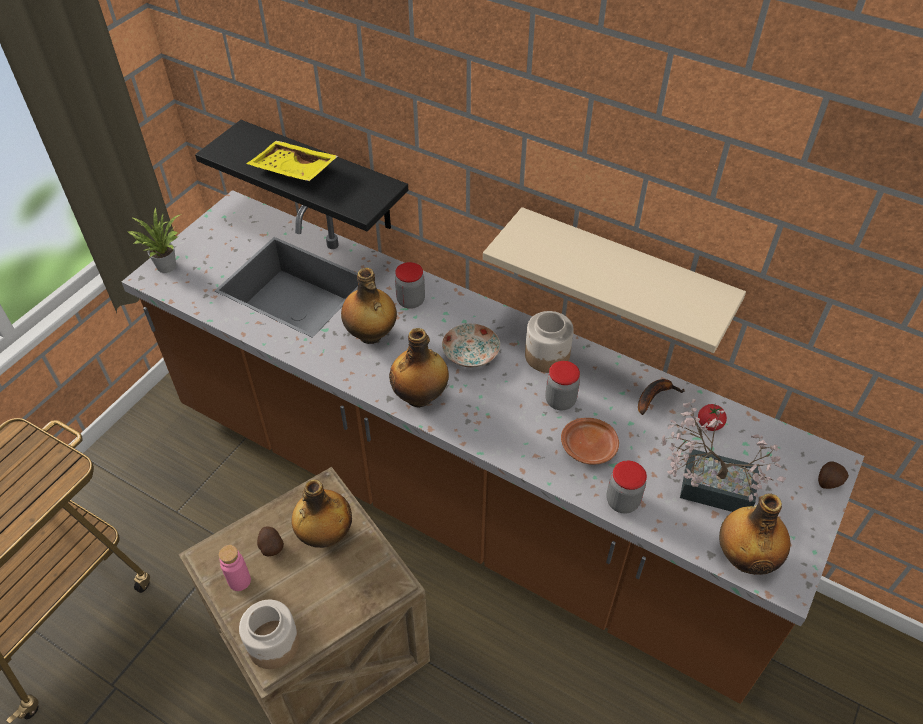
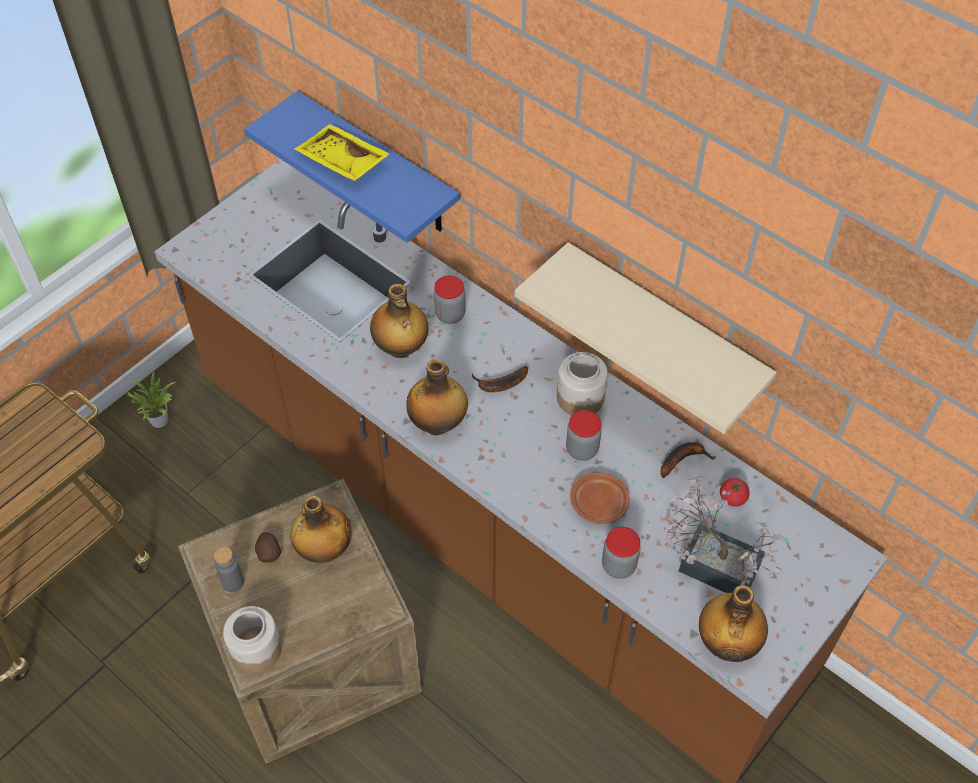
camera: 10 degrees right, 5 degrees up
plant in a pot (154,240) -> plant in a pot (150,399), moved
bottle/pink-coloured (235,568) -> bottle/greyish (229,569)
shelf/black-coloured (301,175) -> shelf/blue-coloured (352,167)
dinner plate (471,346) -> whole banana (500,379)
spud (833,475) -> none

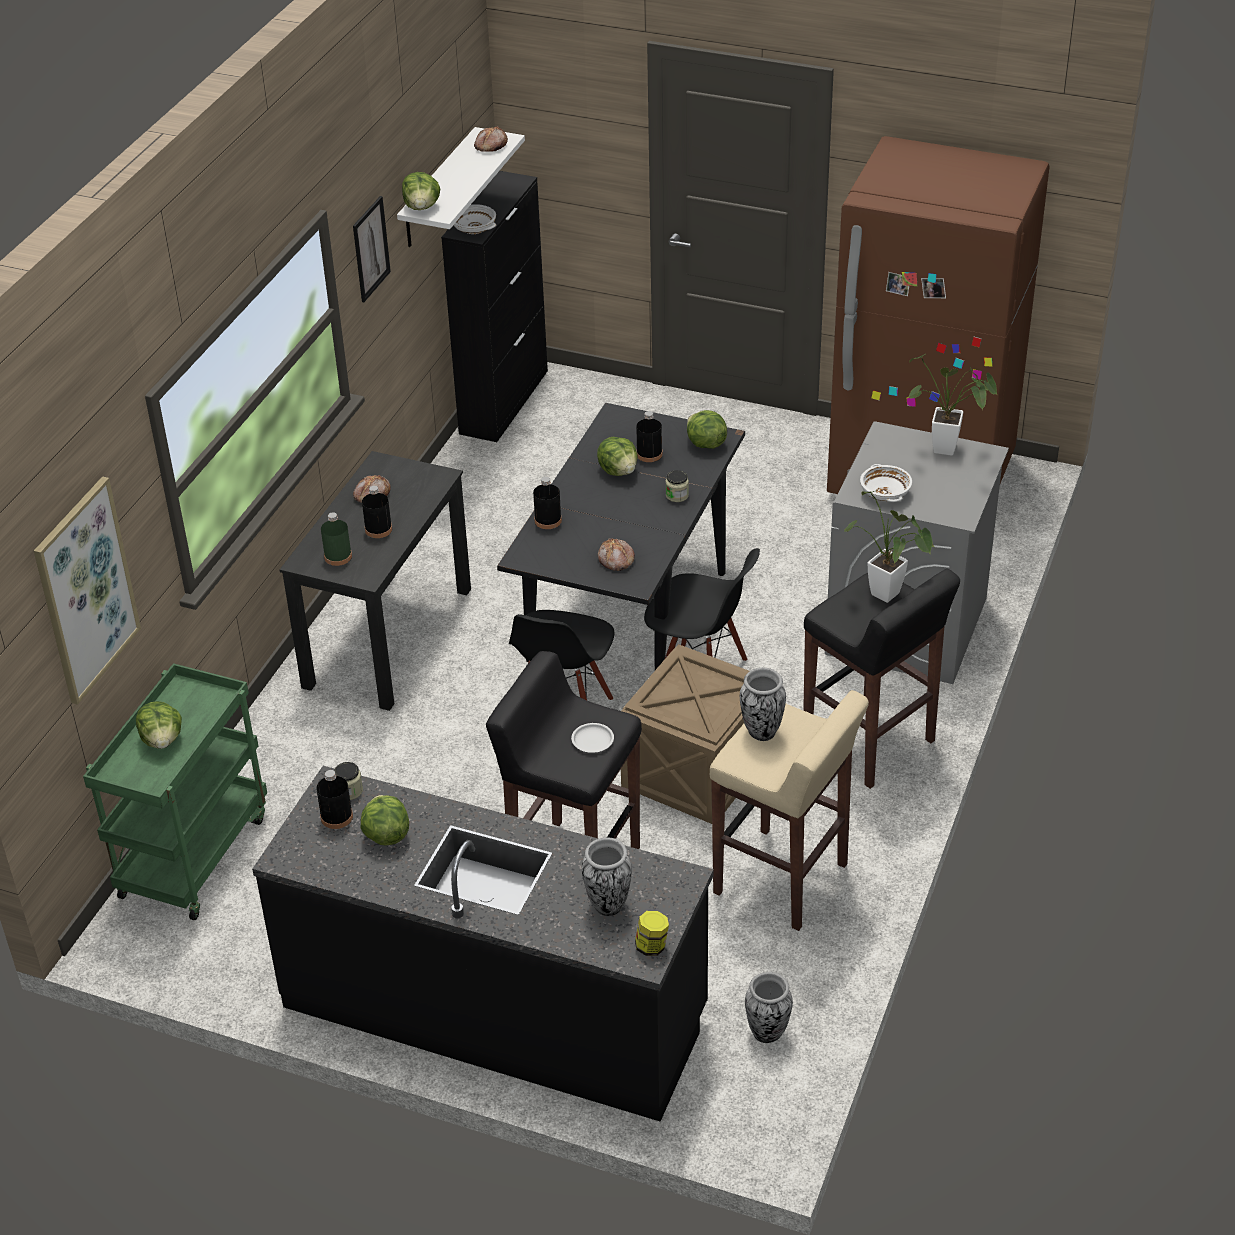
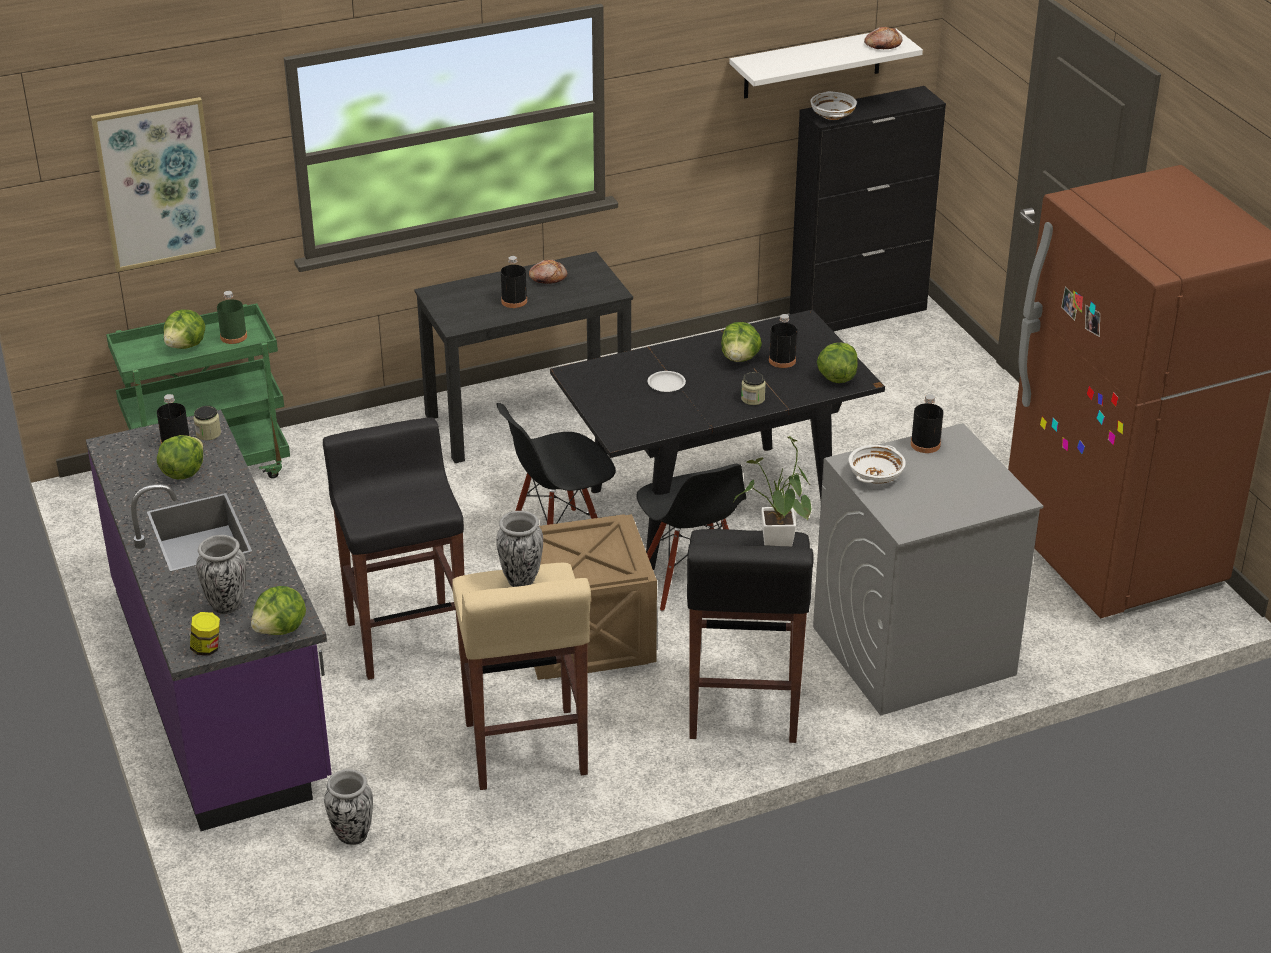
camera: 45 degrees right, 5 degrees down
counter/black-coloured (483,944) -> counter/purple-coloured (209,620)
bottle/green (336,539) -> bottle/green (232,317), moved
lettuce (421,191) -> lettuce (278,610), moved
dinner plate/white (592,738) -> dinner plate/white (667,381), moved
bottle/black-coloured (547,503) -> bottle/black-coloured (927,423), moved
picture (372,249) -> none
baked bread (616,554) -> none
plant in a pot (952,405) -> none

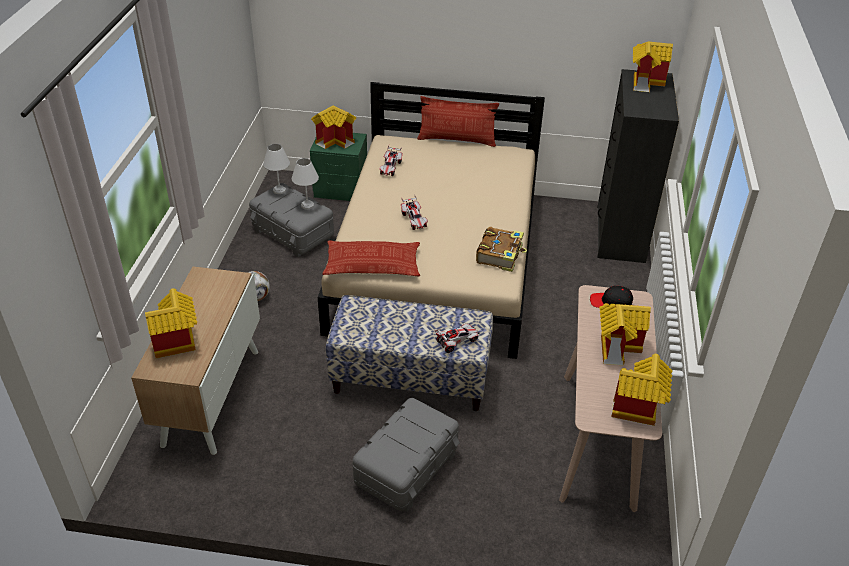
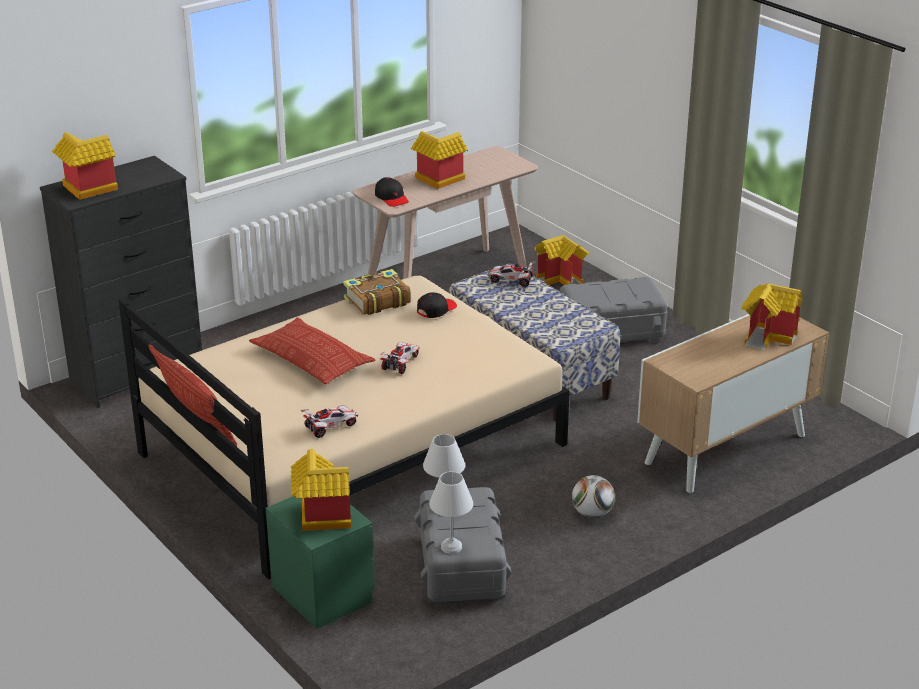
camera: 135 degrees left, 10 degrees down
pillow (371,258) -> pillow (312,351), moved
none -> cap/black-coloured (437,305)
model house (641,390) -> model house (562,260), moved

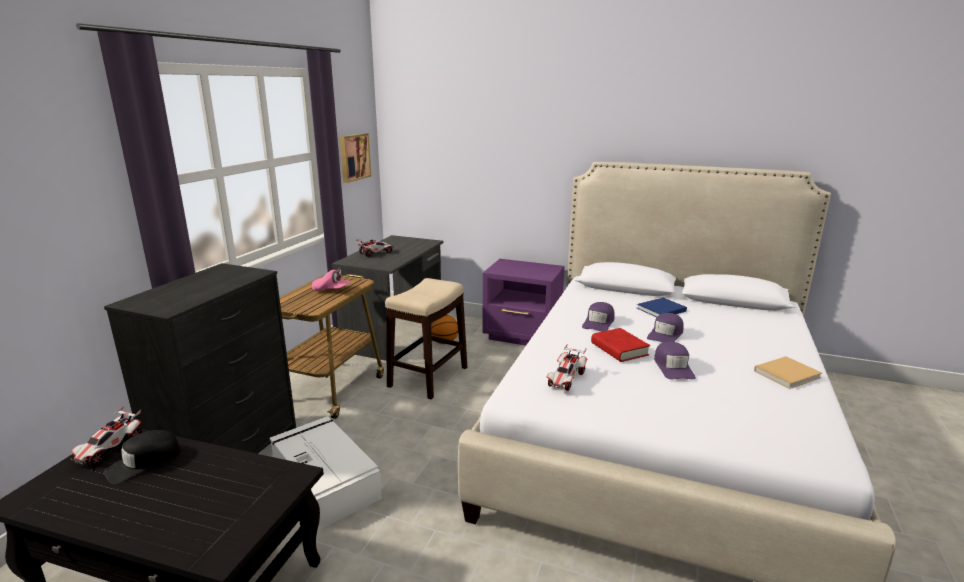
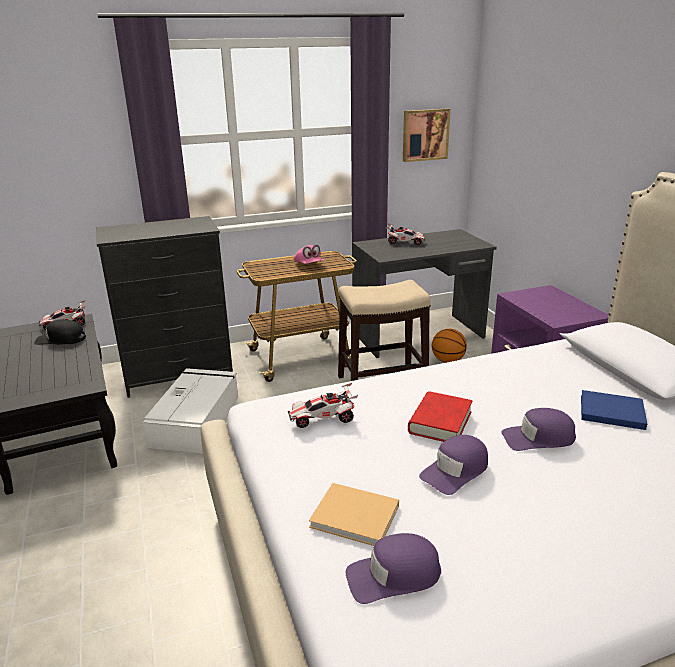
camera: 50 degrees right, 5 degrees up
volume/beige-coloured (788,372) -> volume/beige-coloured (354,514), moved
cap/purple-coloured (598,317) -> cap/purple-coloured (393,568), moved

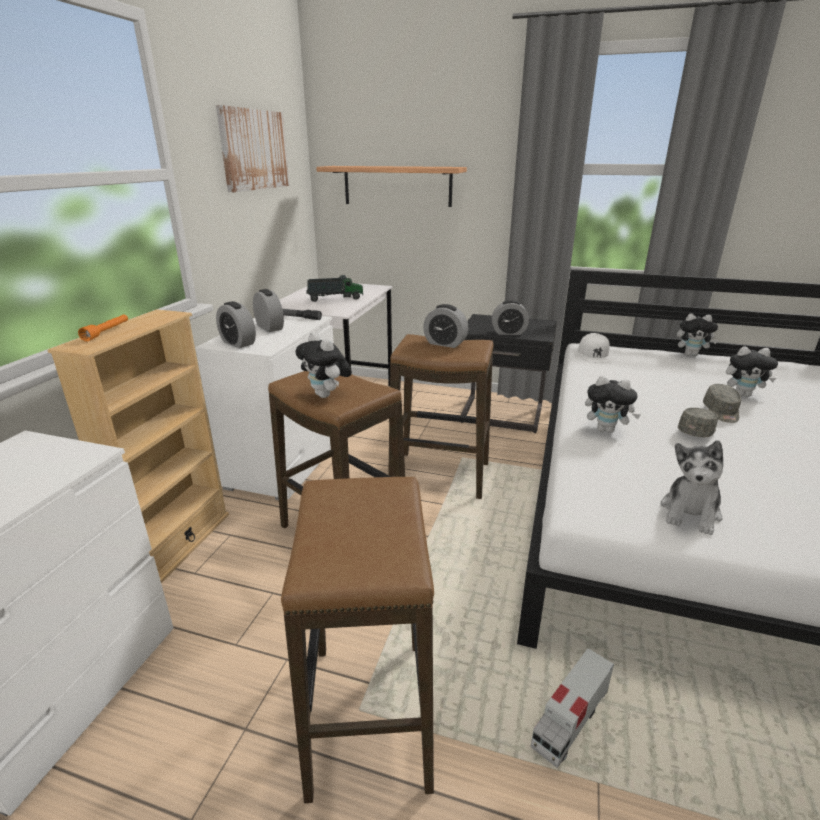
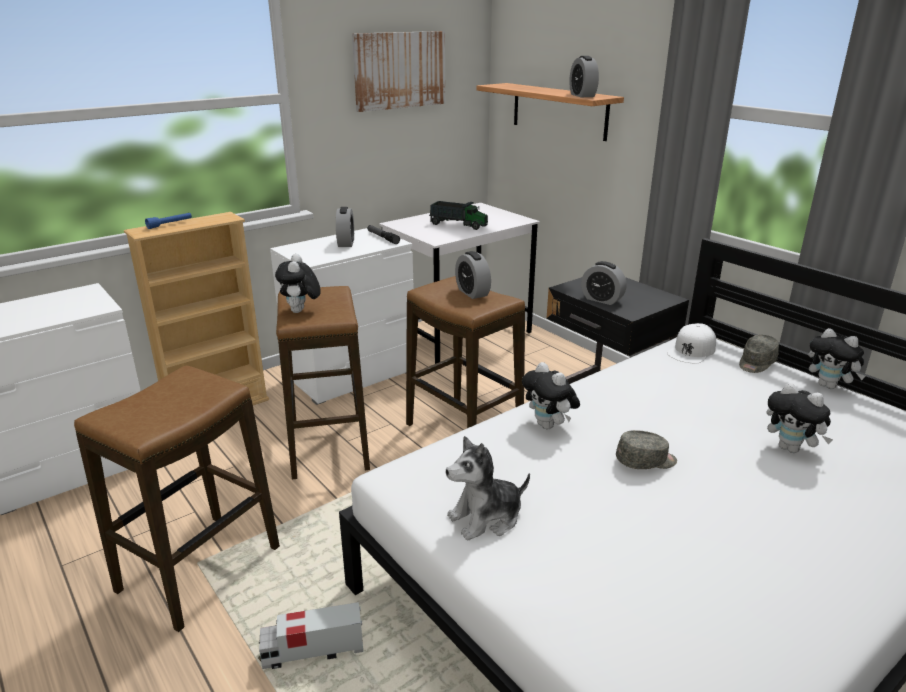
camera: 35 degrees right, 0 degrees up
flashlight/orange-coloured (103,328) -> flashlight/blue-coloured (168,221)
alarm clock (236,324) -> alarm clock (584,76), moved
cap/greyish (722,403) -> cap/greyish (759,354), moved

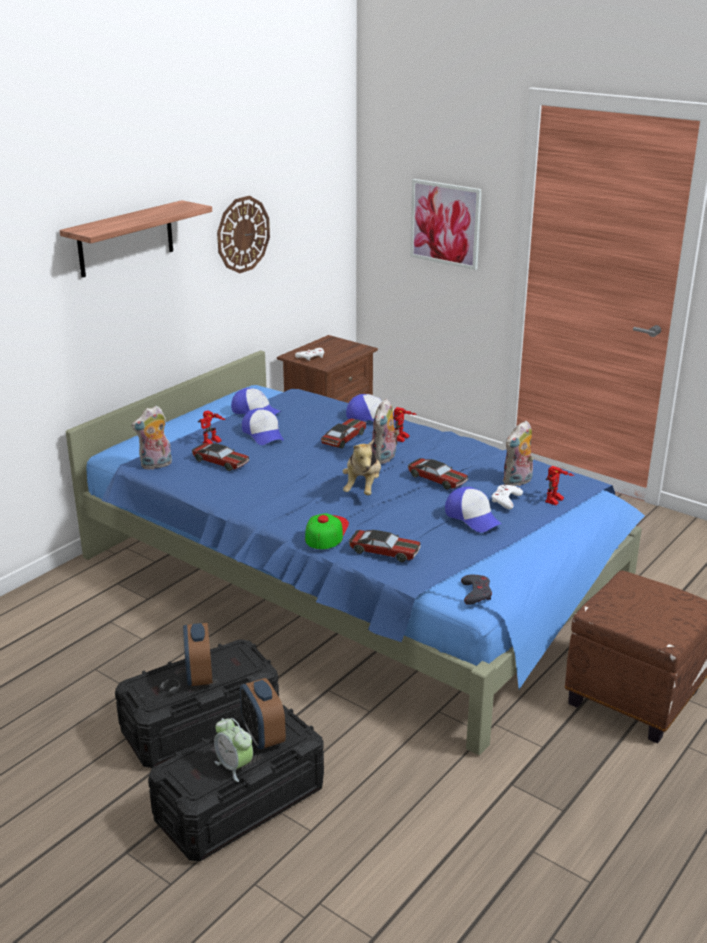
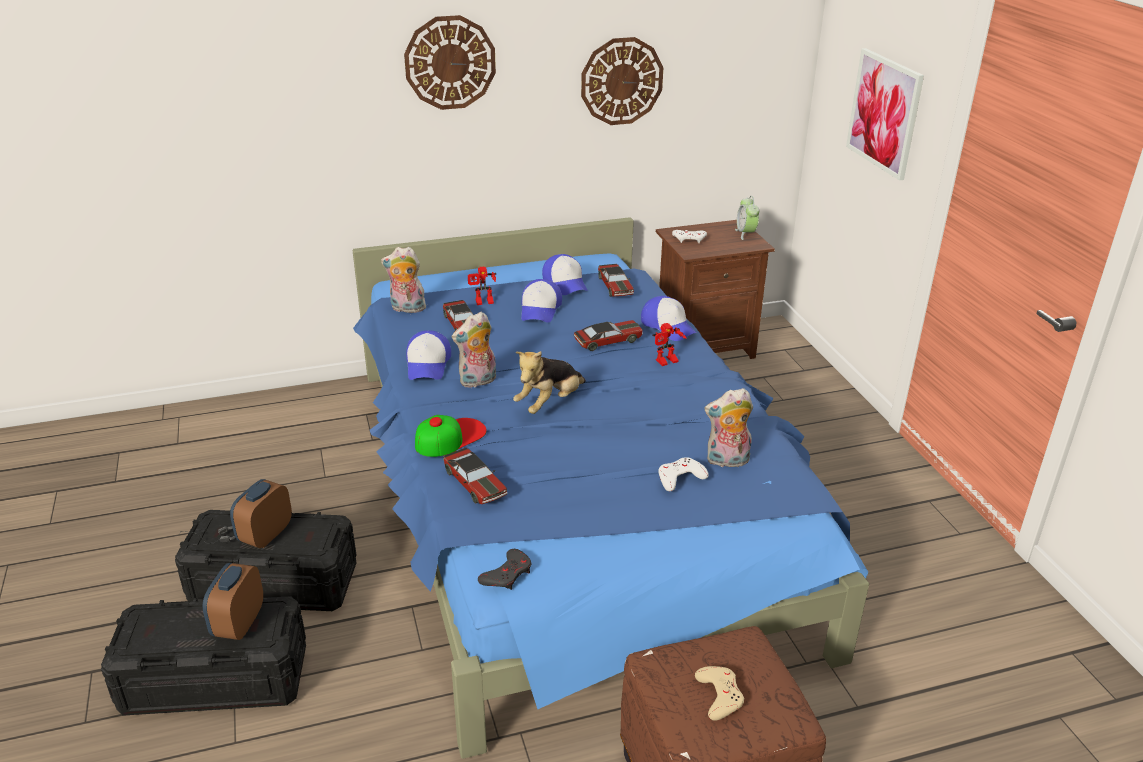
camera: 35 degrees right, 5 degrees up
shelf (135,239) -> wall clock (450,62)
cap (473,510) -> cap (428,355), moved
plush toy (385,431) -> plush toy (474,350), moved
model car (438,474) -> model car (616,280), moved
none -> gamepad/beige-coloured (719,693)
alarm clock (233,750) -> alarm clock (747,218), moved
toy robot (559,485) -> none

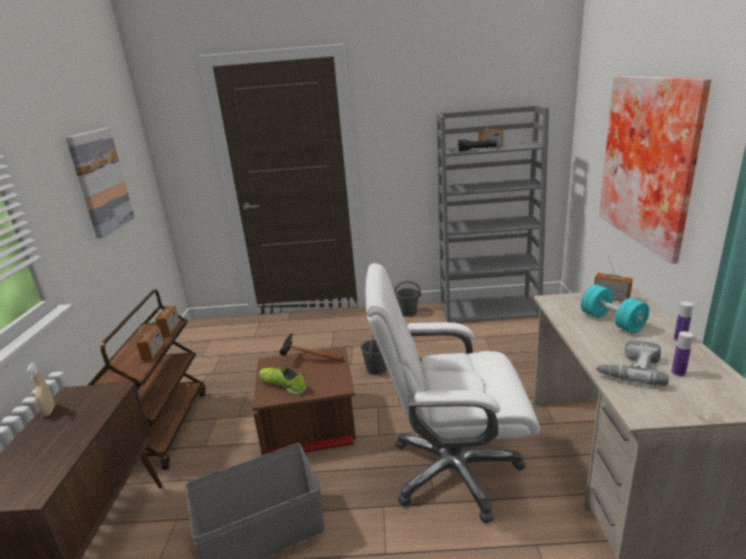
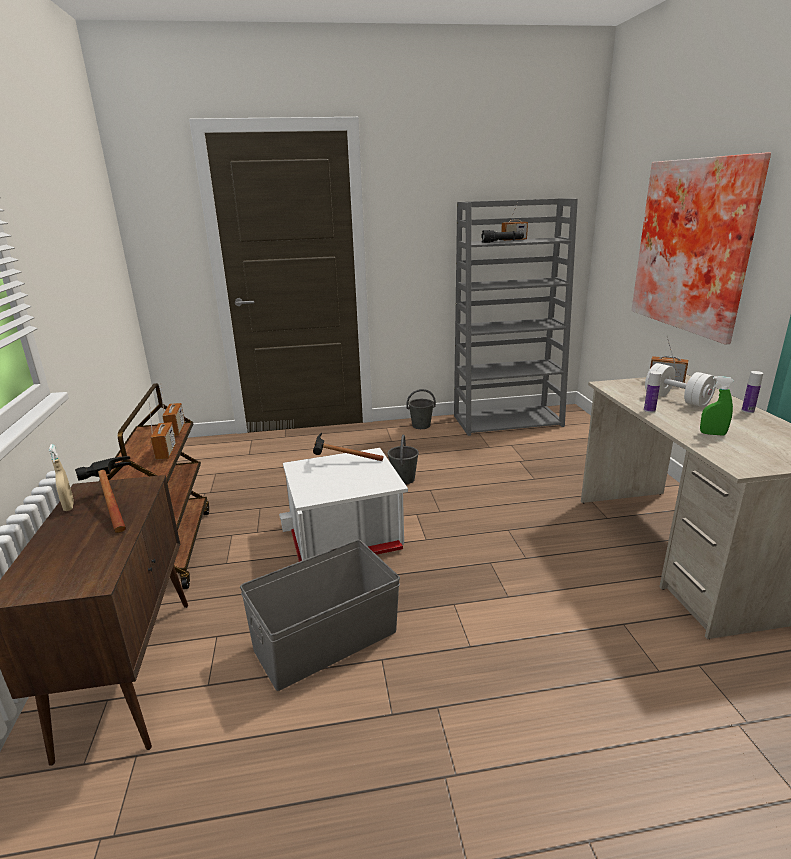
camera: 10 degrees left, 0 degrees up
none -> hammer (103,494)
storage box/brown-coloured (304,401) -> storage box/white (343,505)
bottle (682,354) -> bottle (653,392), moved
dumbbell/turquoise (615,309) -> dumbbell/white (680,385)
power drill (632,363) -> hand sprayer/green (717,406)
picture (100,183) -> none
shoe (283,381) -> none
computer chair/white (453,393) -> none

